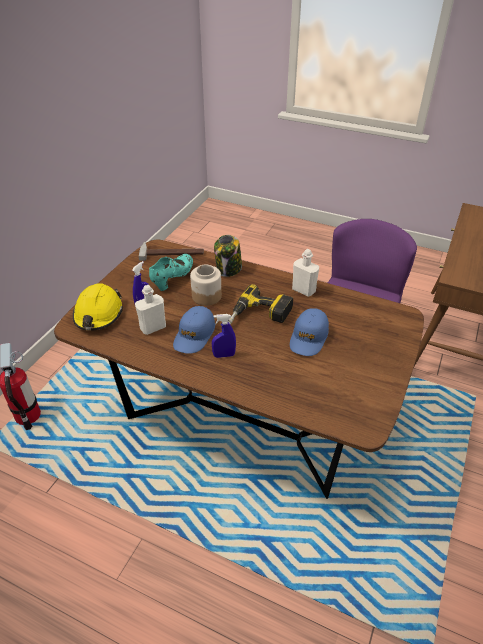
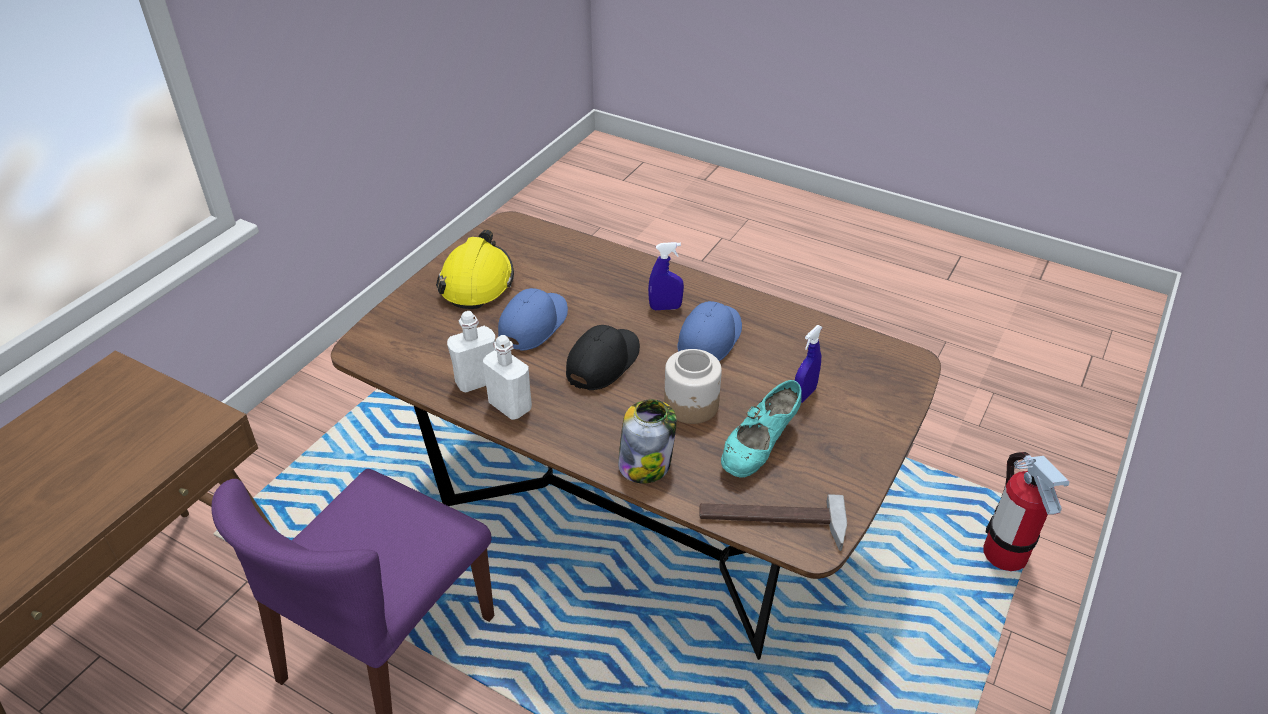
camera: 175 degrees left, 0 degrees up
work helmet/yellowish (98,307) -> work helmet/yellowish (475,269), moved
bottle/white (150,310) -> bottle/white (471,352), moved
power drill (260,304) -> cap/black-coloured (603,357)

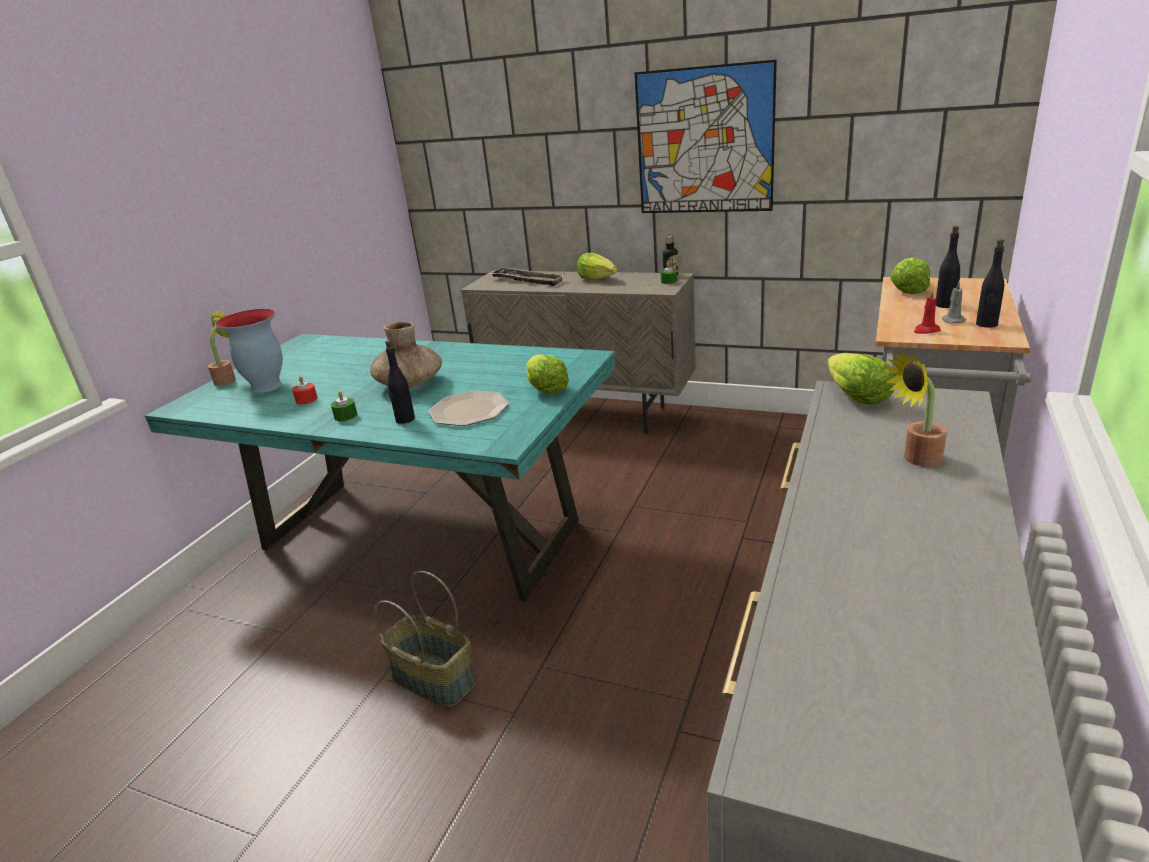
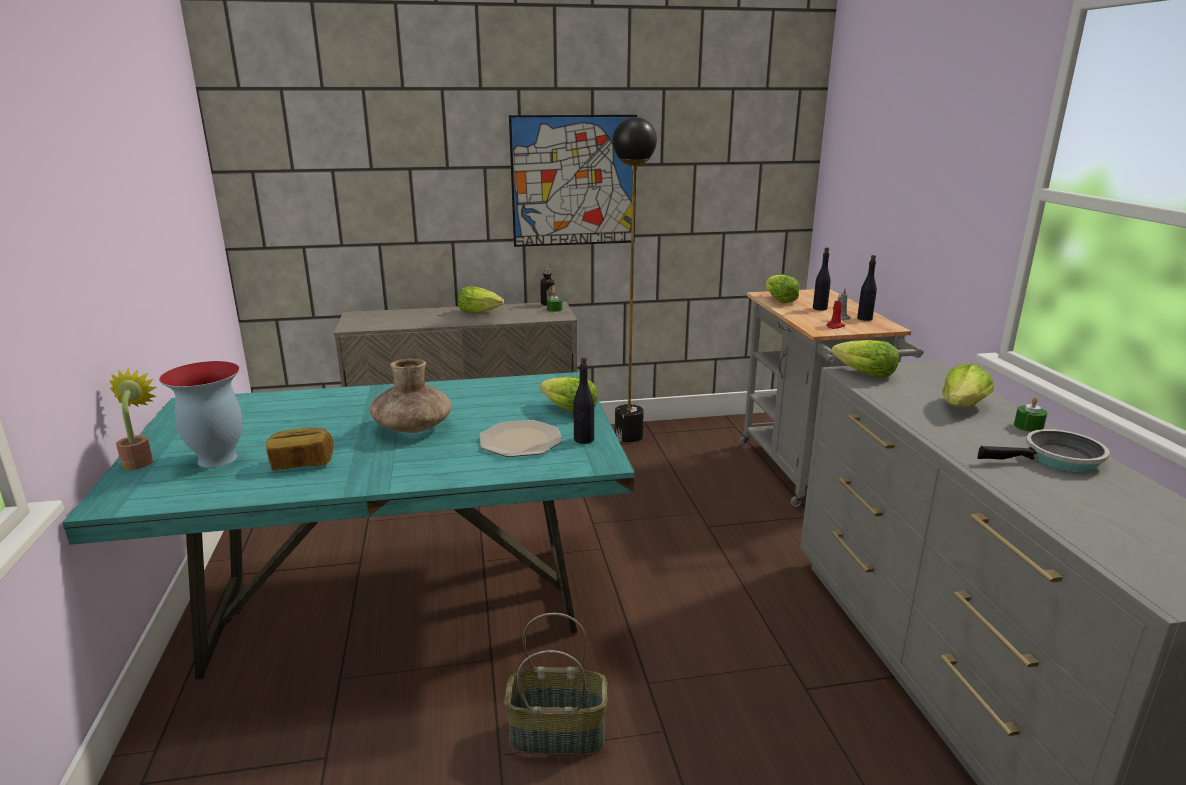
camera: 35 degrees left, 5 degrees down
wax candle/red-coloured (305,390) -> baked bread (299,449)
bottle/black-coloured (400,382) -> bottle/black-coloured (584,400), moved
none -> standard lamp/black-coloured (634,280)
plant in a pot (916,409) -> lettuce (968,385)
none -> frying pan (1043,450)
wax candle/green (344,406) -> wax candle/green (1030,414), moved
serving tray (527,277) -> none

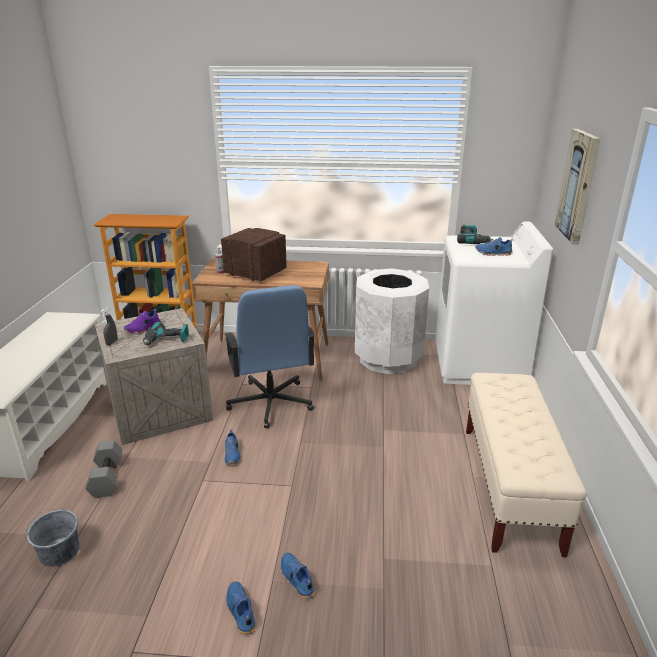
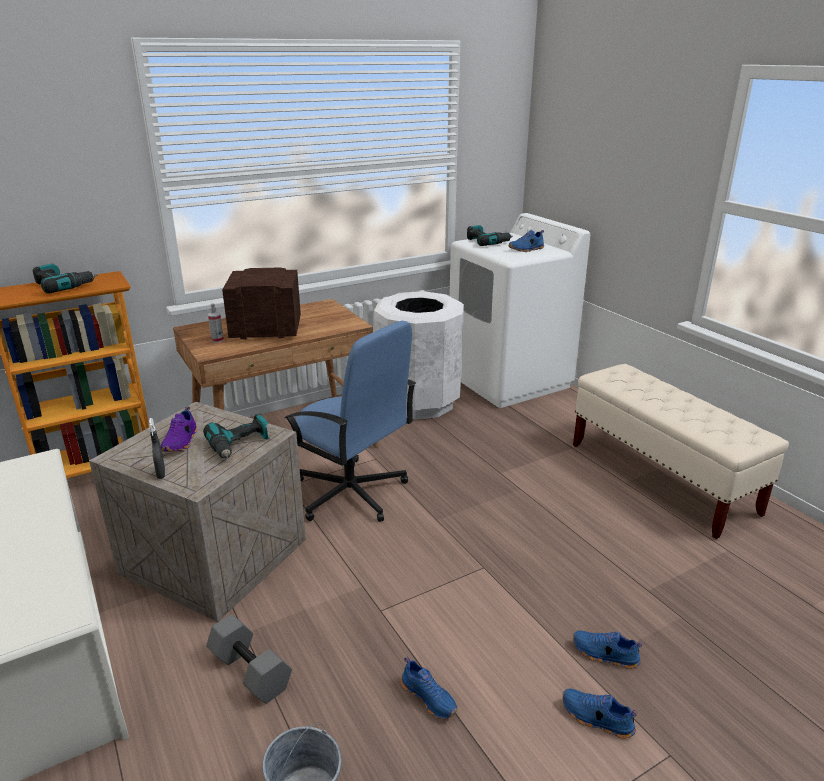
camera: 35 degrees left, 0 degrees up
none -> power drill (65,278)
shoe/blue-coloured (233,447) -> shoe/blue-coloured (429,687), moved
picture (577,187) -> none

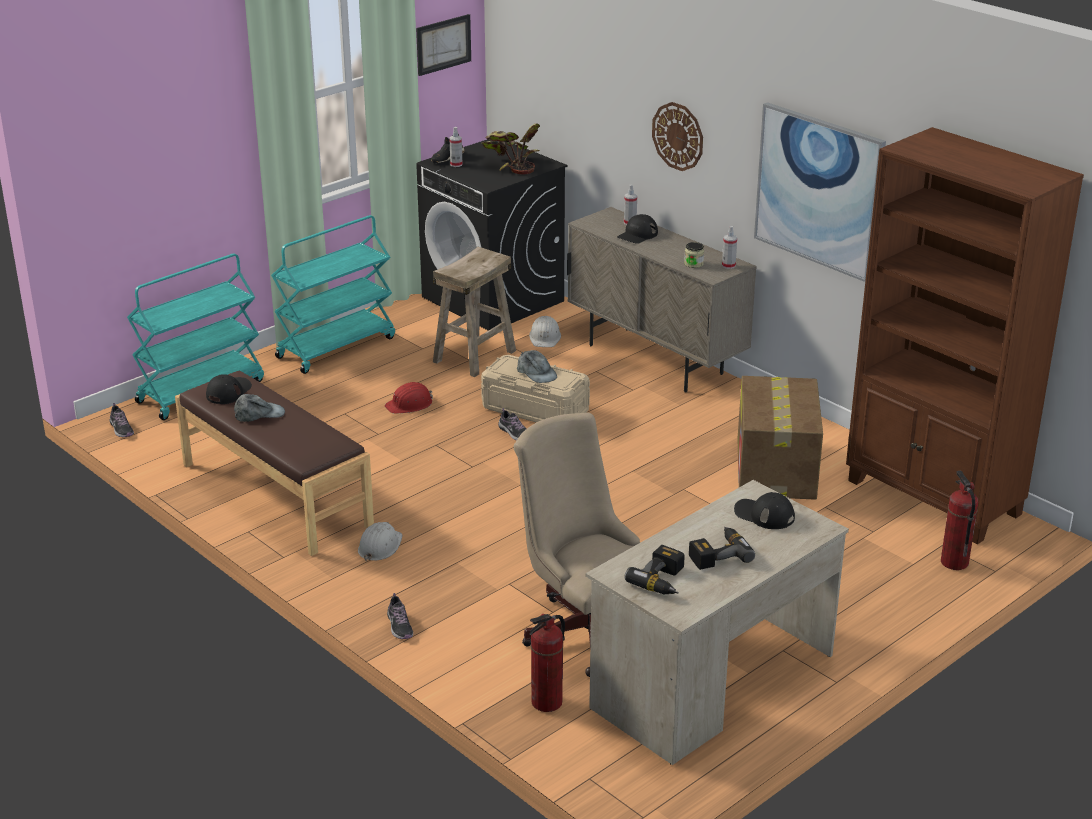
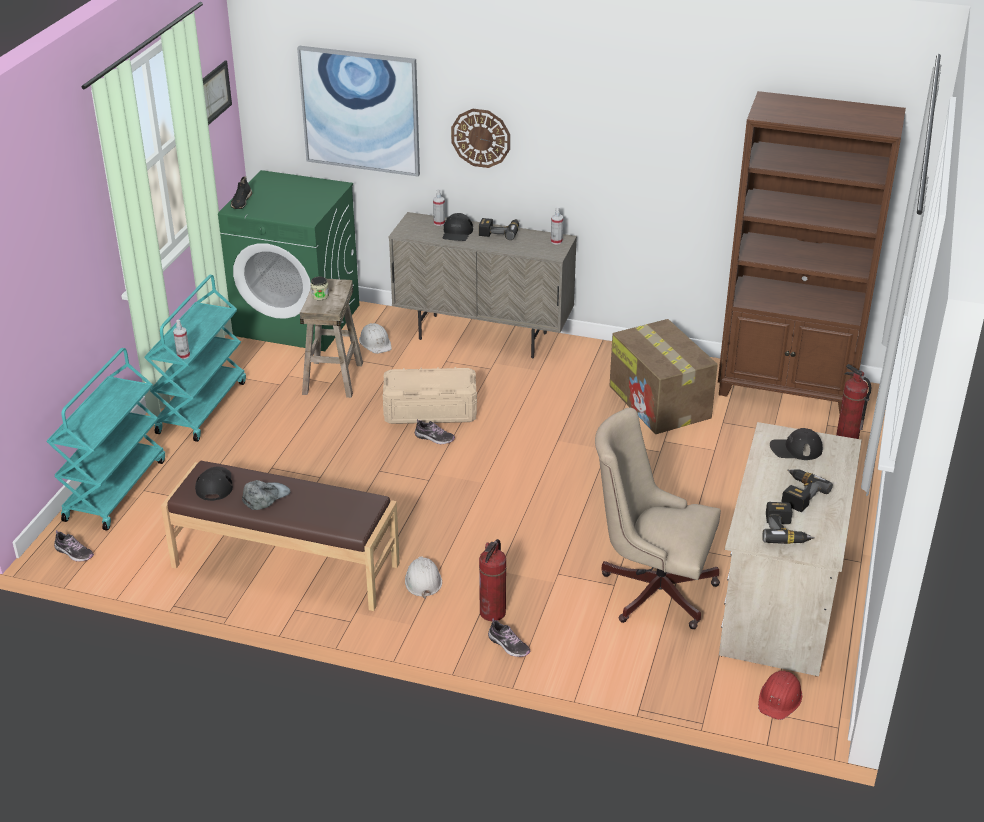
camera: 30 degrees left, 5 degrees up
hand sprayer (455,147) -> hand sprayer (181,339), moved
laundry machine/black-coloured (492,235) -> laundry machine/green (288,260)
picture (820,192) -> picture (358,111), moved
storage jar (694,255) -> storage jar (320,288), moved
none -> power drill (499,229)
fire extinguisher (547,663) -> fire extinguisher (493,580), moved
work helmet/red-coloured (409,398) -> work helmet/red-coloured (780,695), moved
plant in a pot (511,149) -> none
cap/greyish (537,366) -> none

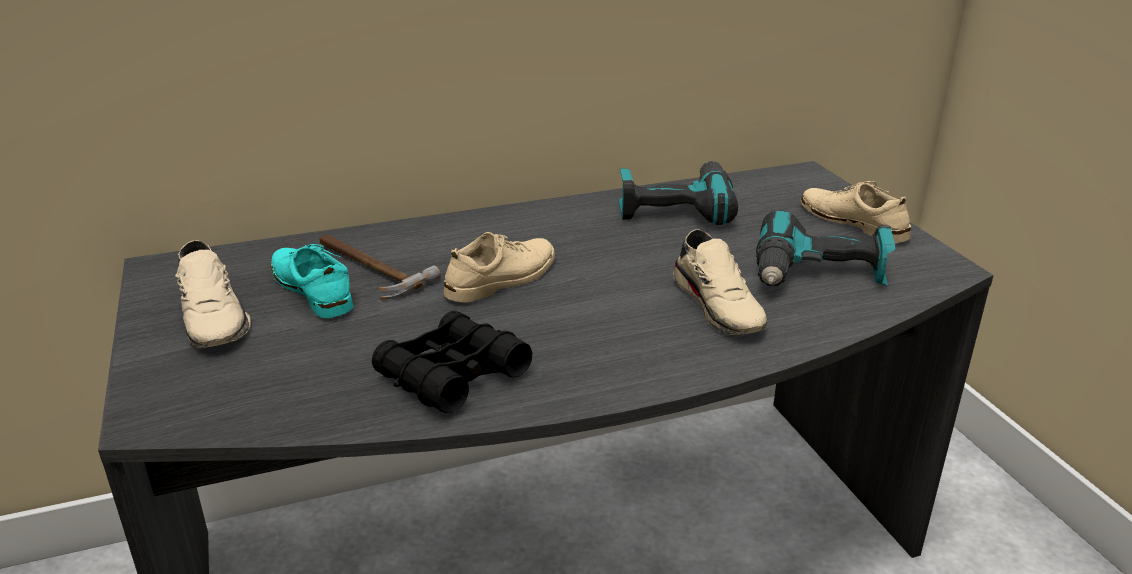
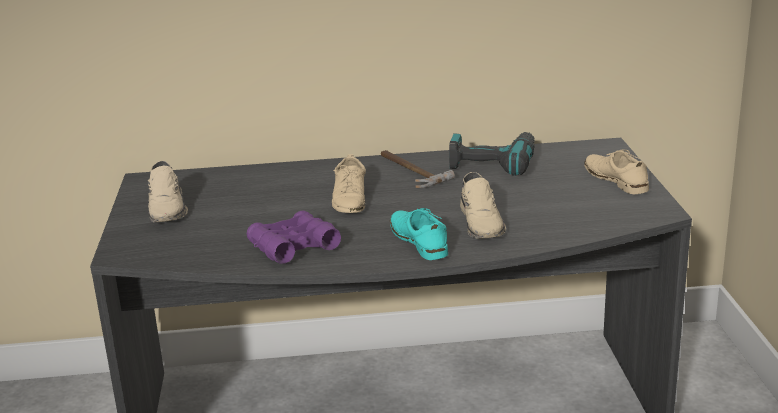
camera: 15 degrees right, 5 degrees down
binoculars/black-coloured (452,362) -> binoculars/purple-coloured (294,237)
shoe/beige-coloured (499,267) -> shoe/beige-coloured (349,183), 120 degrees clockwise
hammer (380,267) -> hammer (418,169), moved
shoe/turquoise (311,281) -> shoe/turquoise (419,234), moved
power drill (826,248) -> none

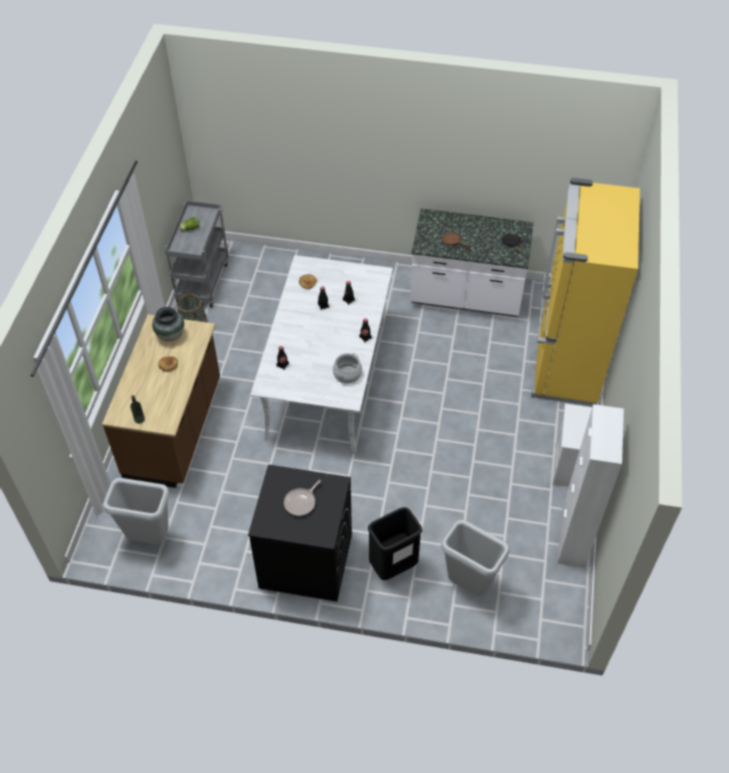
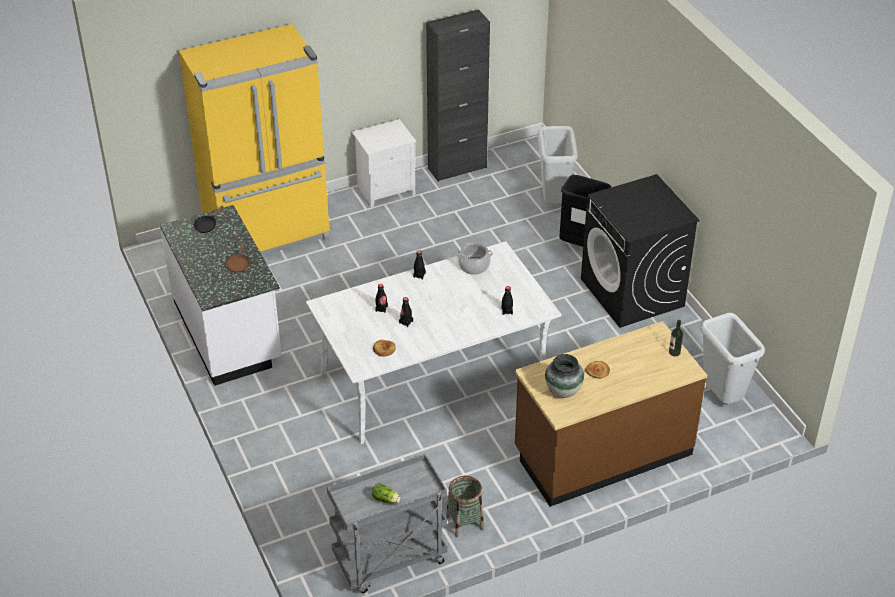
camera: 125 degrees left, 10 degrees down
storage cabinet/white (590,486) -> storage cabinet/black-coloured (458,95)
frying pan (302,498) -> none

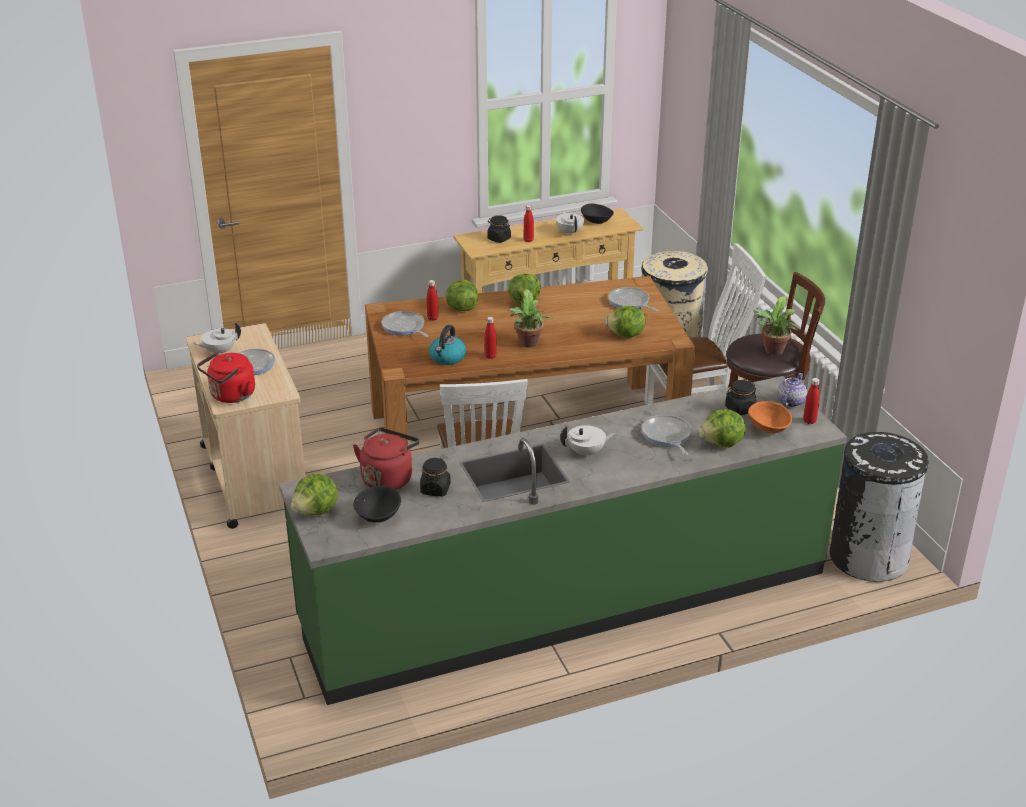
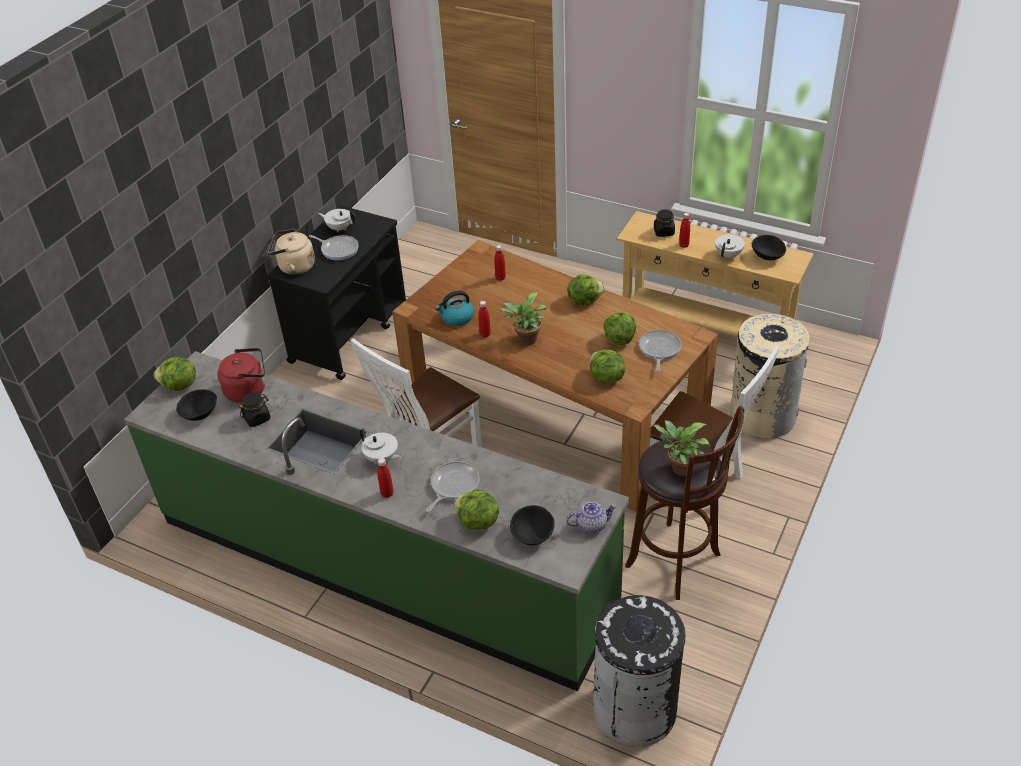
camera: 50 degrees right, 10 degrees up
cart/beige-coloured (245,426) -> cart/black-coloured (336,293)
water kettle/red-coloured (226,377) -> water kettle/beige-coloured (291,252)
bottle/red-coloured (812,401) -> bottle/red-coloured (386,478), moved
bowl/orange-coloured (770,417) -> bowl/black-coloured (532,525)
lettuce (462,295) -> lettuce (620,328), moved
frying pan (405,324) -> none
storage jar/black-coloured (740,397) -> none

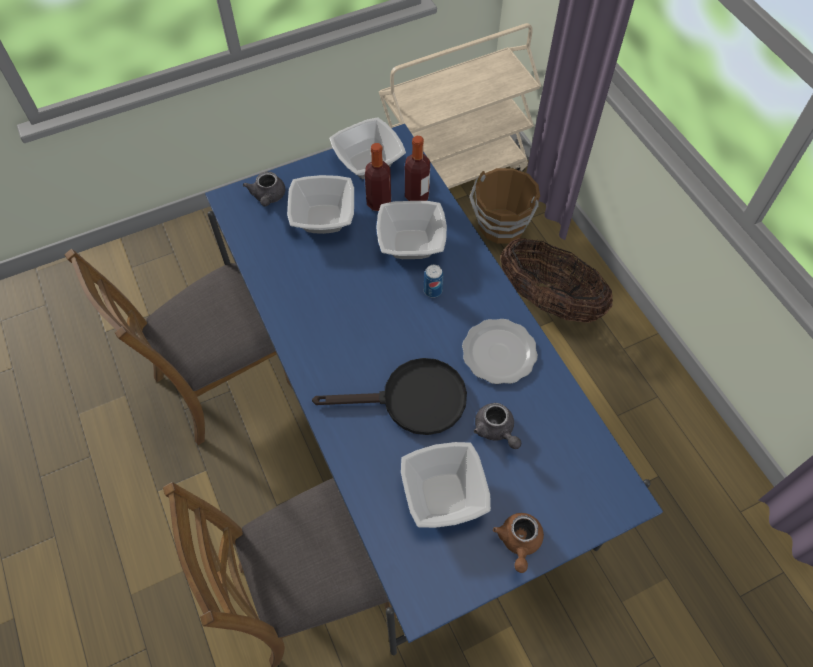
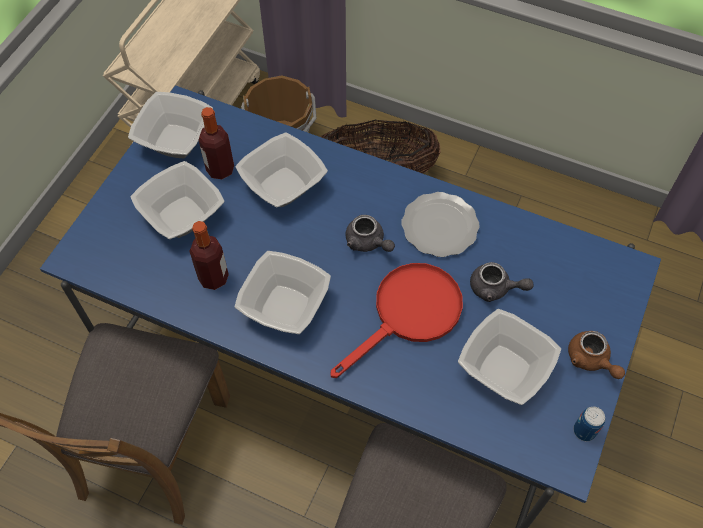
camera: 40 degrees left, 0 degrees up
bottle (417,168) -> bottle (209,255), moved
none -> bowl (283,292)
frying pan/black-coloured (389,396) -> frying pan/red-coloured (397,320)
pot for tea/greyish (264,189) -> pot for tea/greyish (370,233), moved
can (433,281) -> can (589,424), moved

